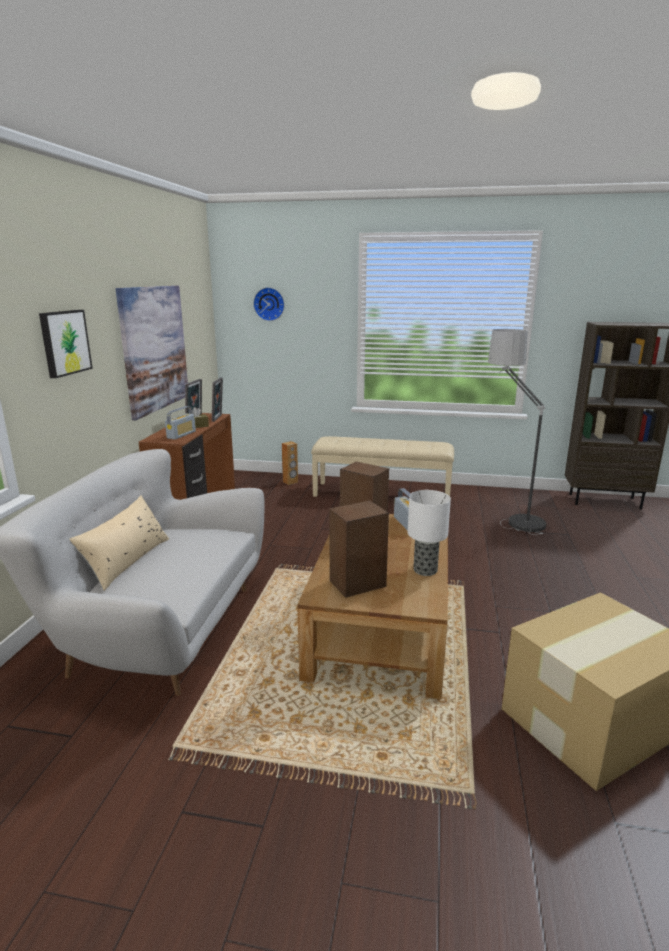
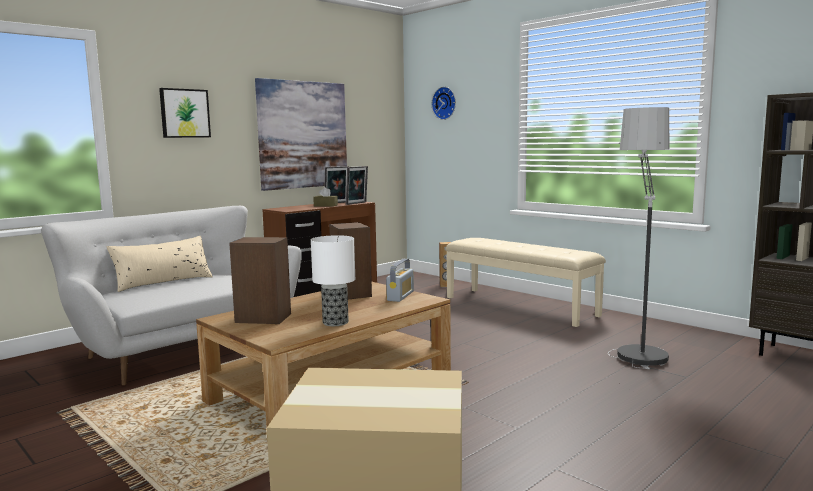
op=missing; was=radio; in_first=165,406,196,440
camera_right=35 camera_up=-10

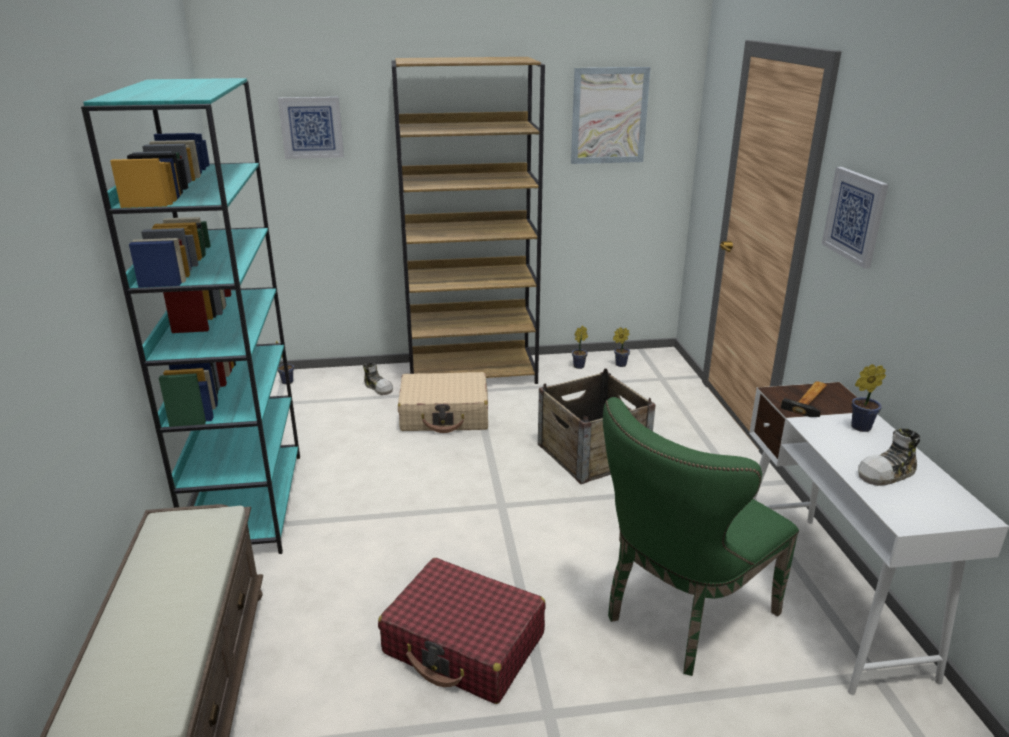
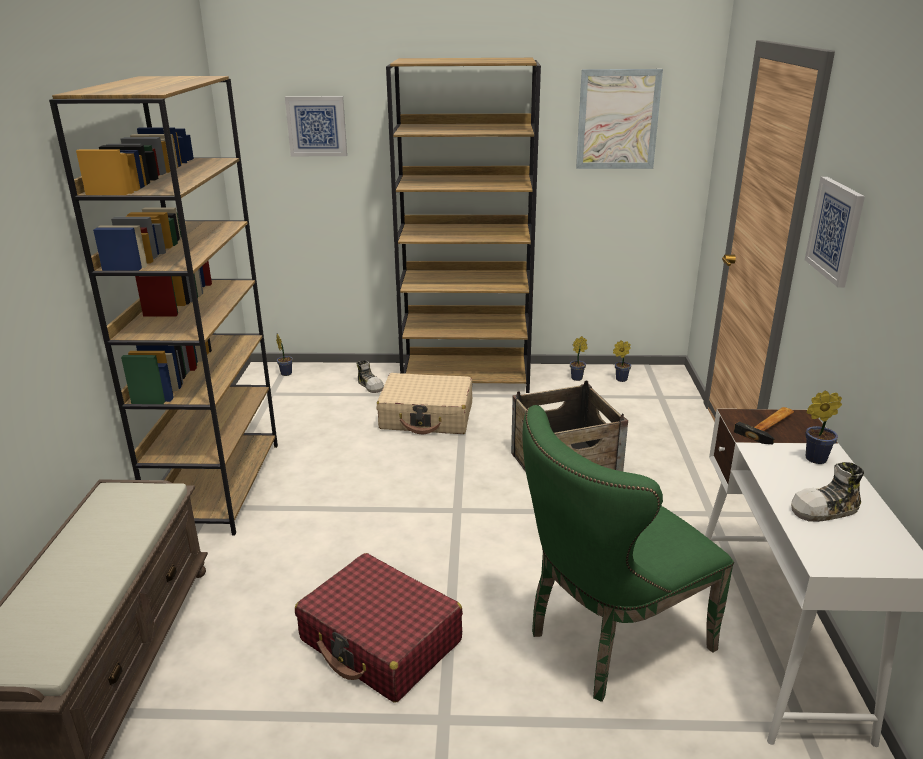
op=colour; was=bookcase in turquoise; now=bookcase in brown; in_first=81,78,300,554; in_second=49,76,278,536
camera_right=10 camera_up=0

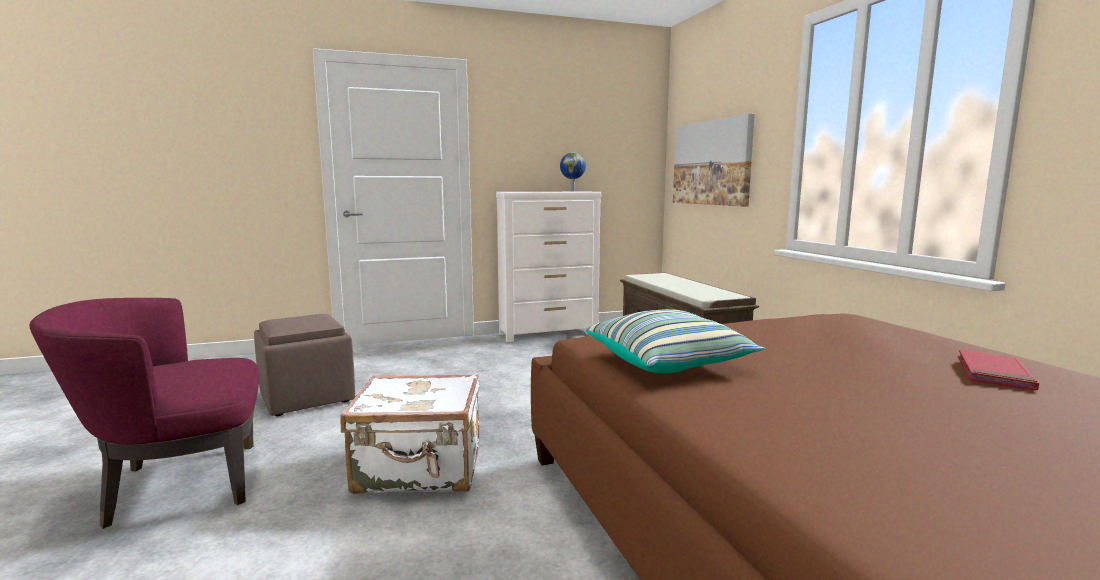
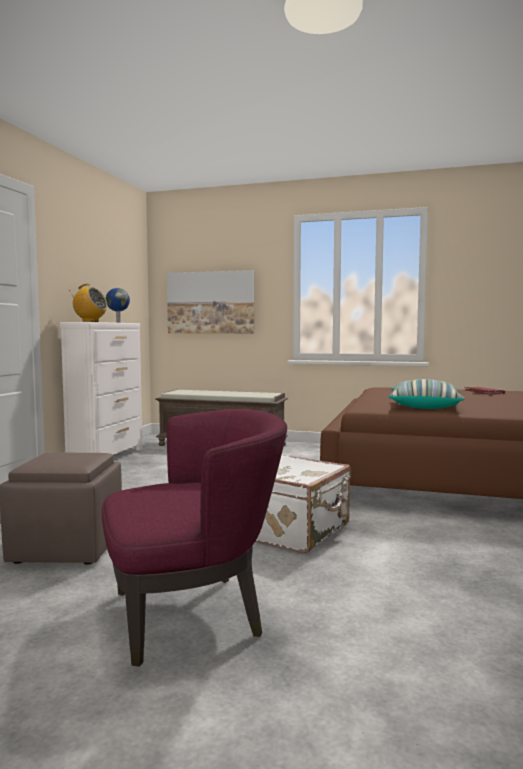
op=spun; was=armchair in purple; in_first=29,298,259,529; in_second=102,409,287,667; clockwise=-120
op=appeared; now=radio; in_second=69,284,107,322
camera_right=-55 camera_up=-5

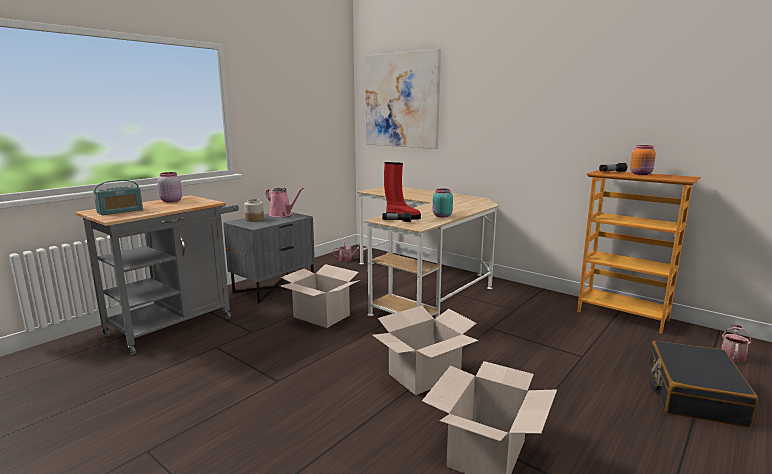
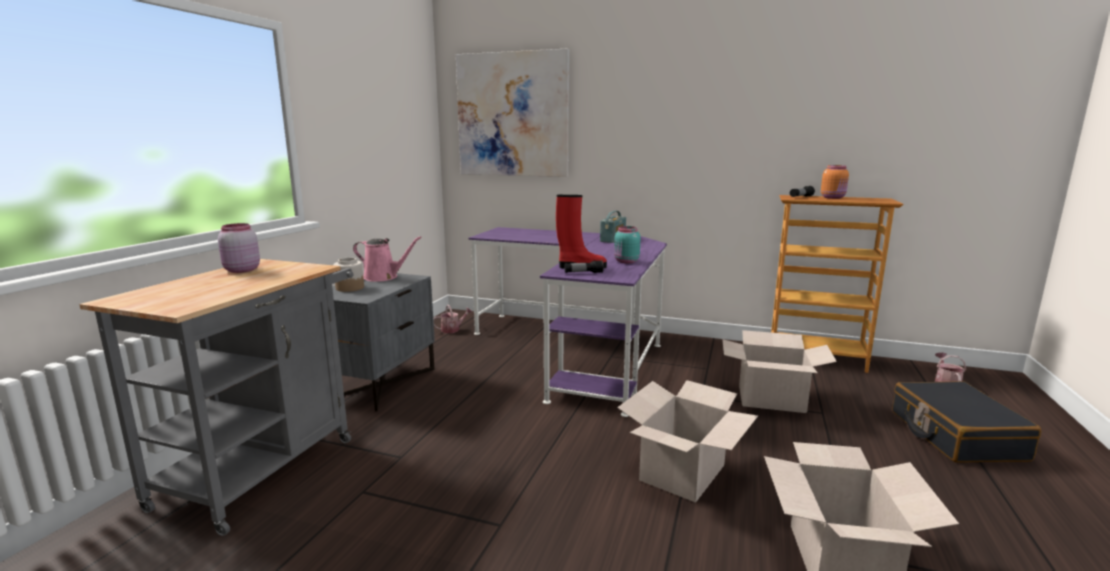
op=relocated; was=radio; in_first=93,180,143,215; in_second=600,211,626,243
op=colour; was=desk in beige; now=desk in purple; in_first=357,187,499,318; in_second=469,227,667,417
op=relocated; was=cardboard box; in_first=280,264,361,328; in_second=722,330,837,413
camera_right=-20 camera_up=0

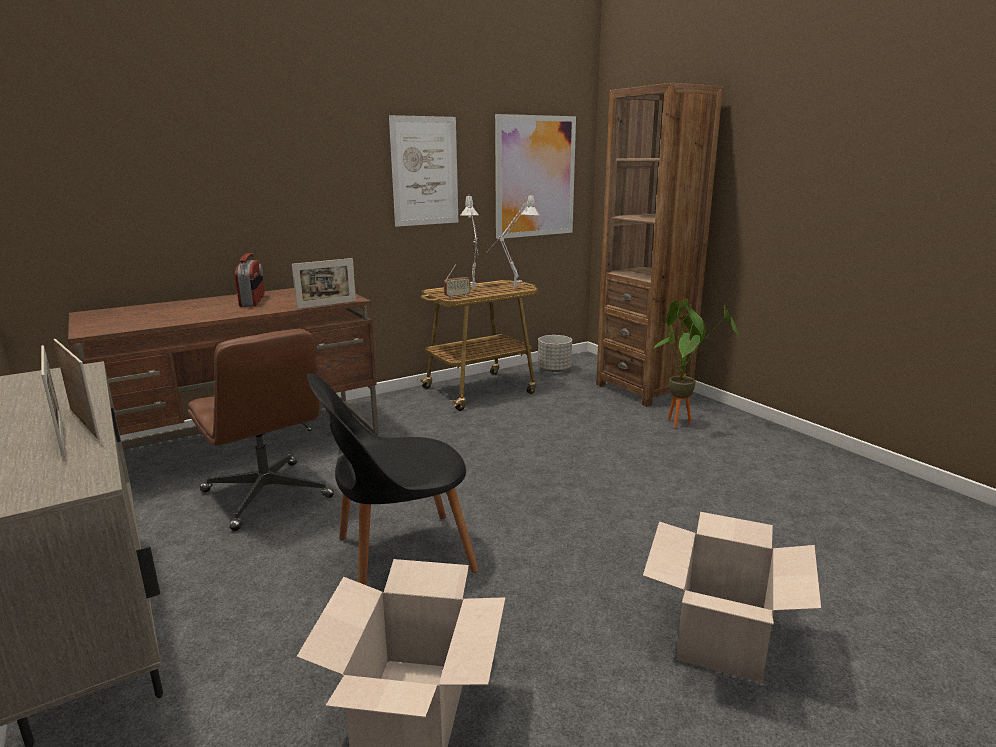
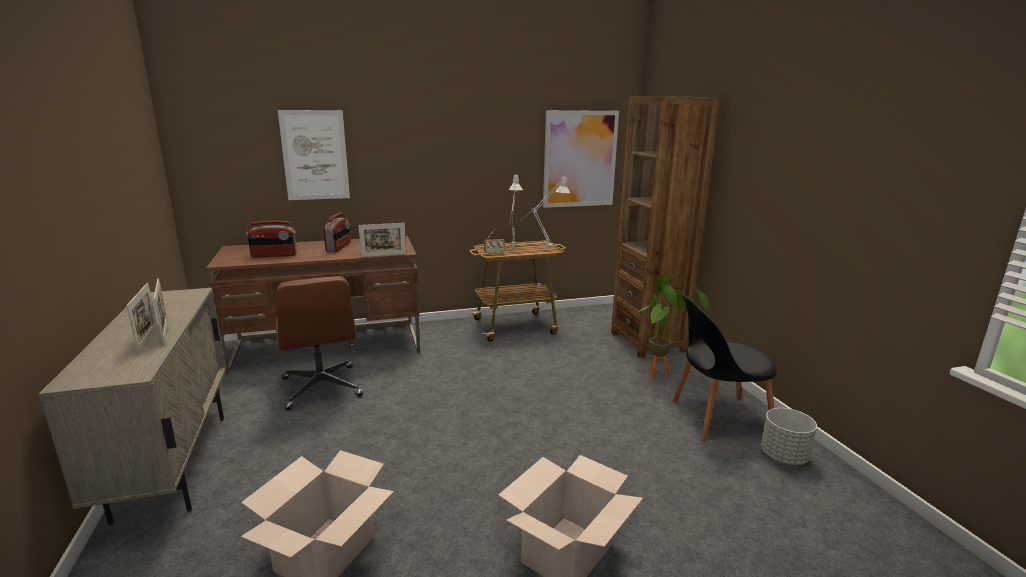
op=relocated; was=picture; in_first=389,115,458,227; in_second=278,110,350,200
op=relocated; was=planter in grey; in_first=538,335,572,372; in_second=761,408,817,465
op=relocated; was=chair in black; in_first=307,373,479,585; in_second=673,295,777,441
op=appeared; now=radio; in_second=246,221,297,258
camera_right=15 camera_up=0

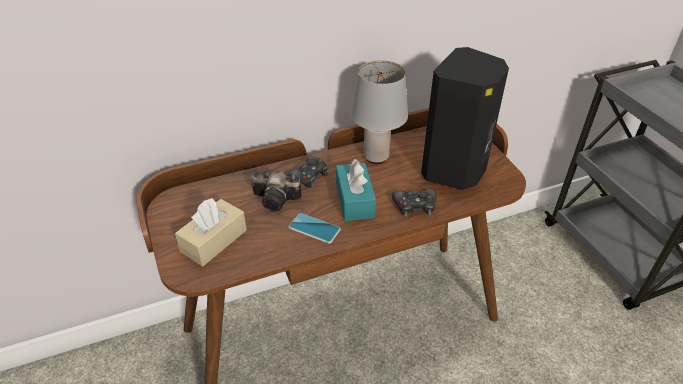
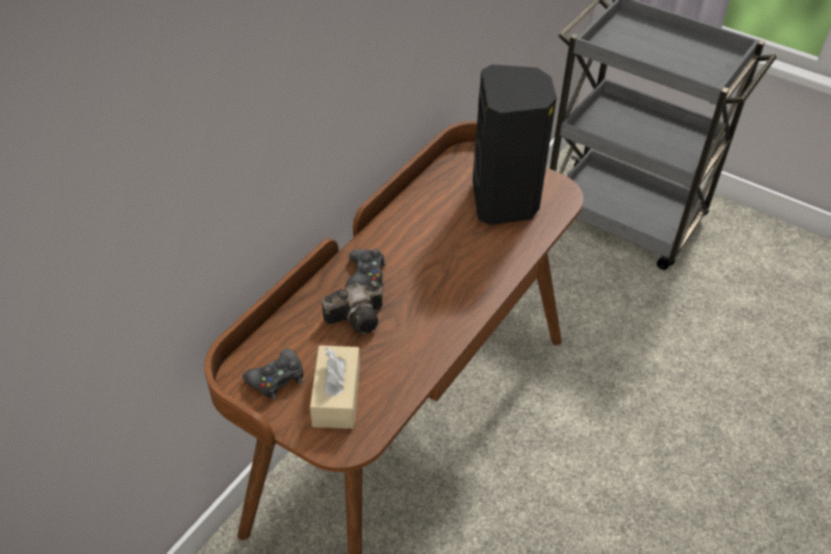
op=missing; was=table lamp in grey; in_first=351,60,408,164
op=missing; was=tissue box in turquoise; in_first=336,159,376,221
op=relocated; was=game controller in black; in_first=392,189,436,217; in_second=242,348,303,400
op=missing; was=phone; in_first=288,213,341,244
camera_right=-35 camera_up=5

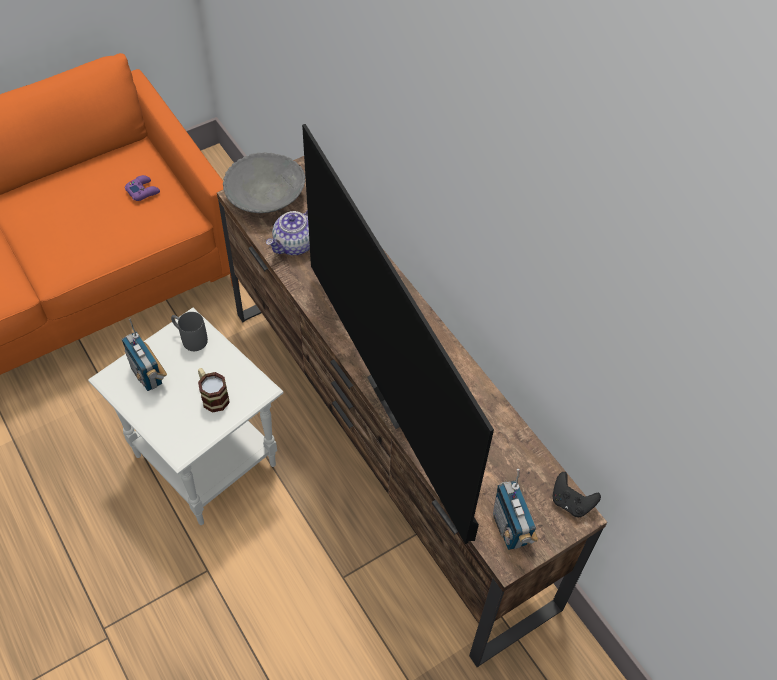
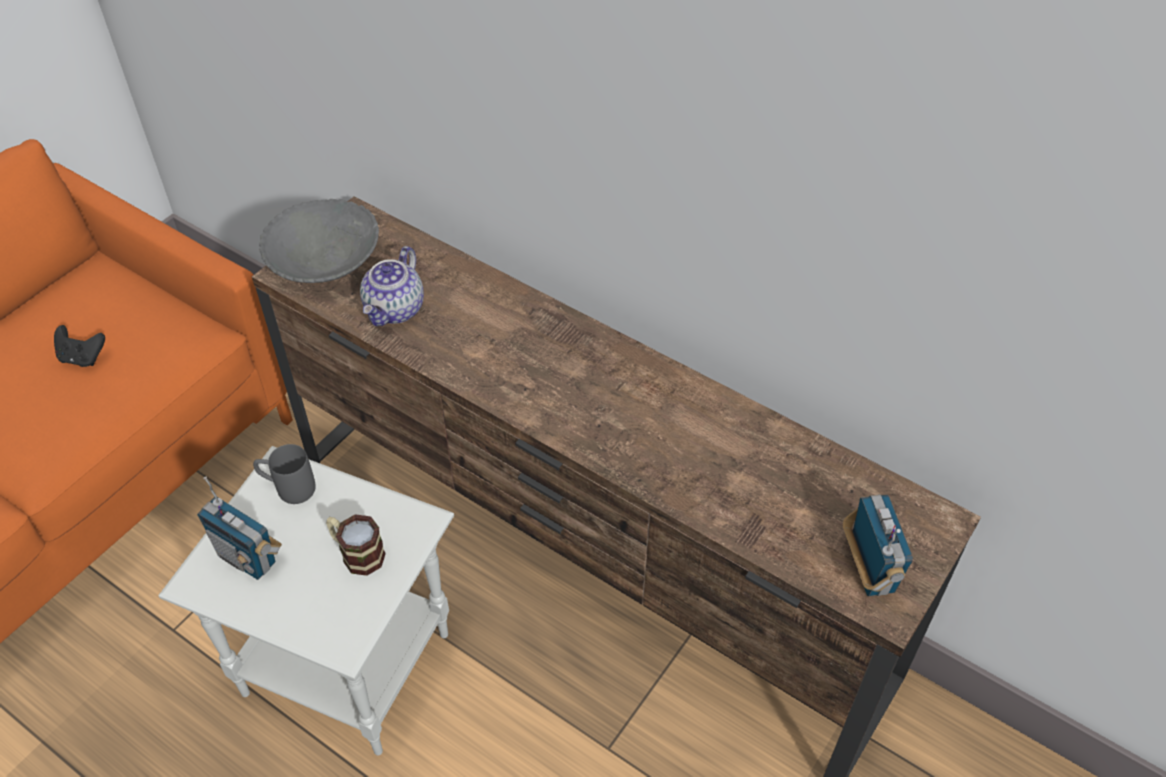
op=missing; was=television; in_first=302,124,494,544
op=missing; was=game controller in purple; in_first=125,175,160,201
op=spun; was=radio; in_first=493,469,538,550; in_second=843,495,913,596; clockwise=-150
op=relocated; was=game controller in black; in_first=552,472,601,517; in_second=54,325,105,367
camera_right=-20 camera_up=-5

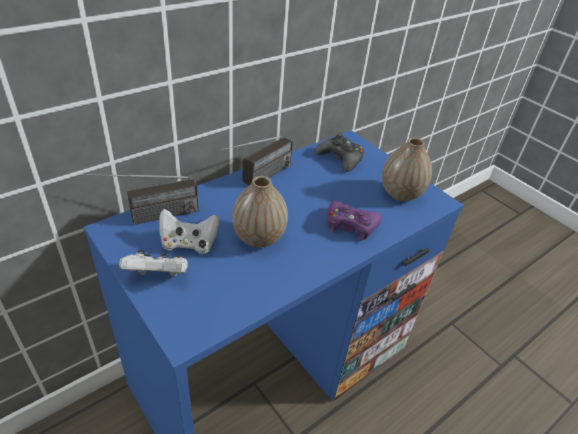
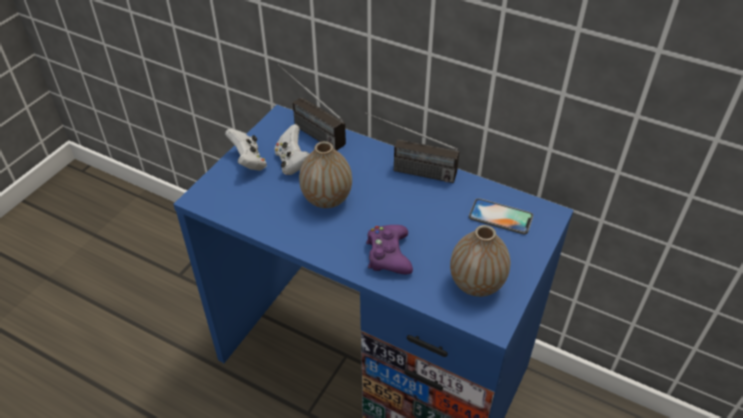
op=exchanged; was=game controller in black; now=phone; in_first=315,133,364,172; in_second=469,198,533,234
camera_right=70 camera_up=5

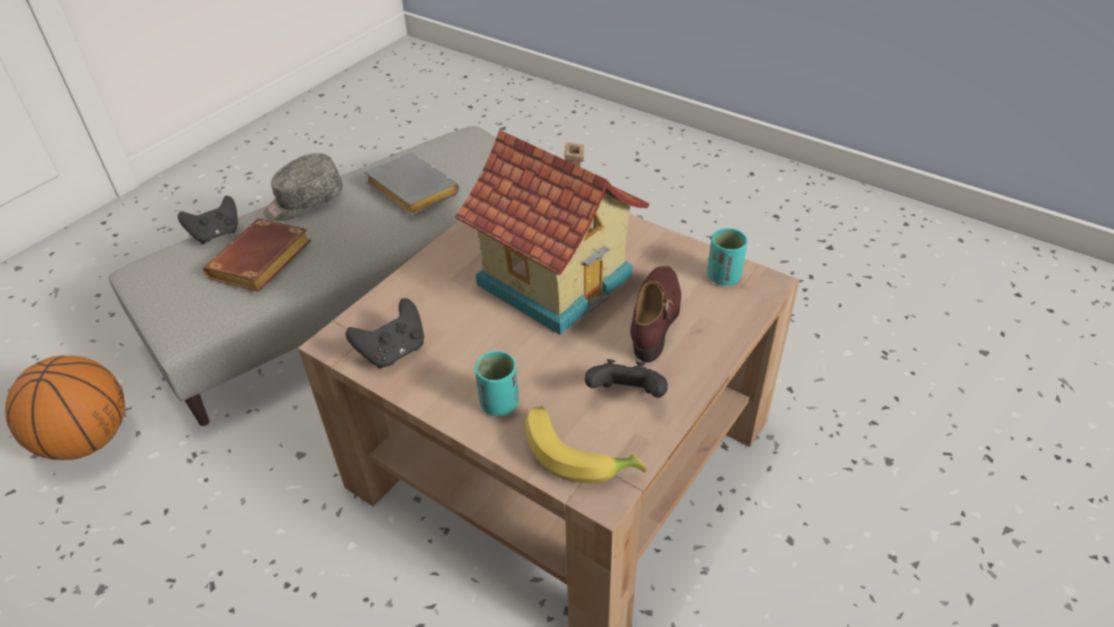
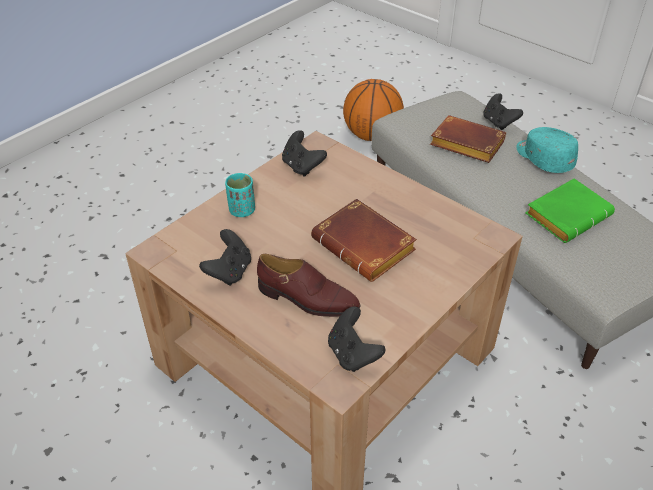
op=exchanged; was=toy house; now=book in brown; in_first=455,130,649,335; in_second=311,199,417,282
op=colour; was=cap in grey; now=cap in turquoise; in_first=264,153,343,221; in_second=516,127,578,173
op=colour; was=book in grey; now=book in green; in_first=364,153,459,216; in_second=525,178,615,243
op=exchanged; was=cup in turquoise; now=game controller in black; in_first=707,228,748,285; in_second=328,306,386,372
op=missing; was=banana; in_first=525,406,647,483
camera_right=95 camera_up=0

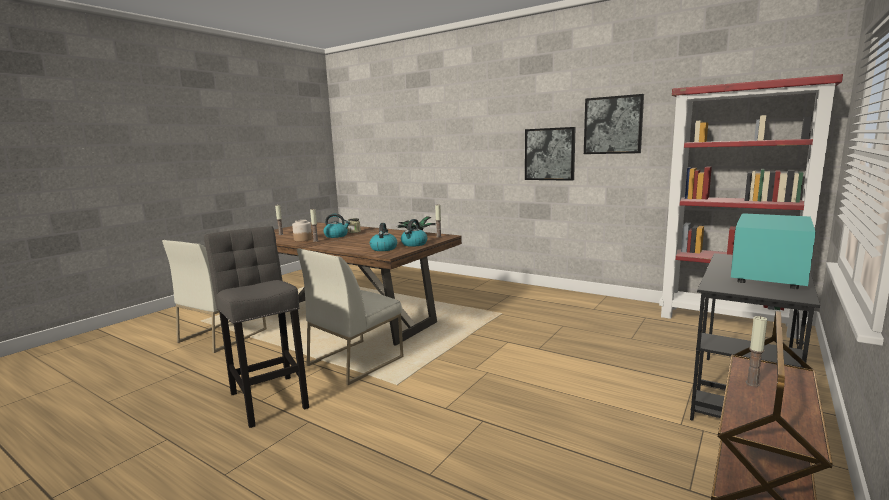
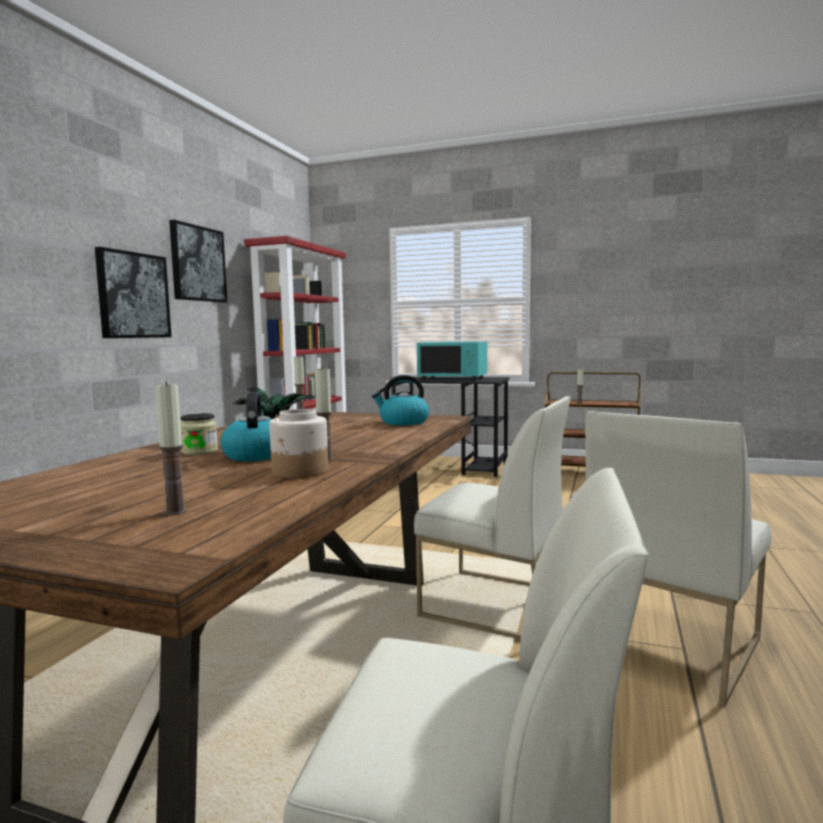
op=missing; was=kettle; in_first=401,219,427,247
op=exchanged; was=stool in grey; now=chair in white; in_first=204,226,309,428; in_second=585,411,771,707
camera_right=-105 camera_up=-5

